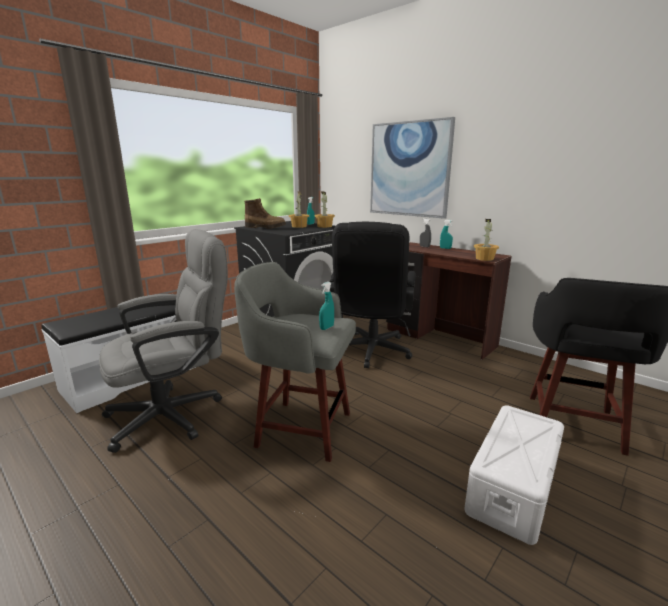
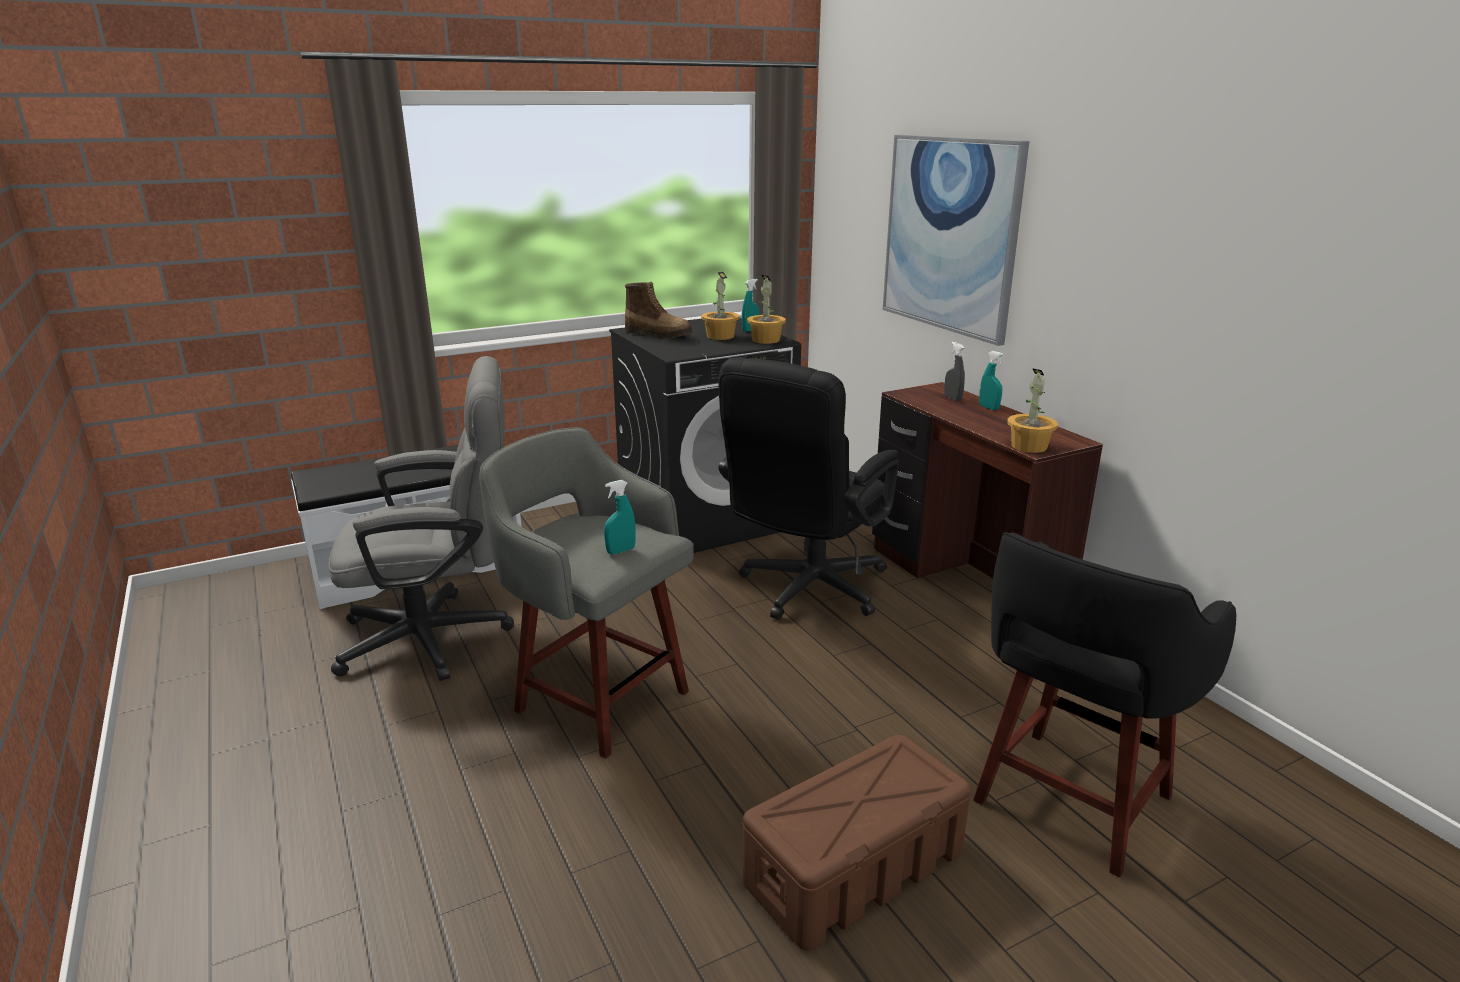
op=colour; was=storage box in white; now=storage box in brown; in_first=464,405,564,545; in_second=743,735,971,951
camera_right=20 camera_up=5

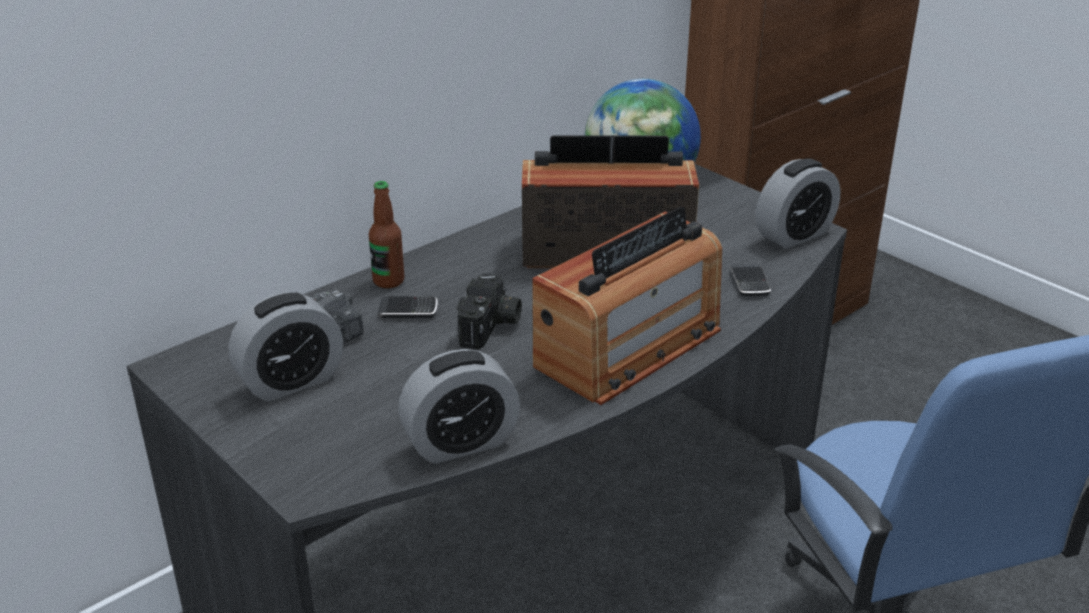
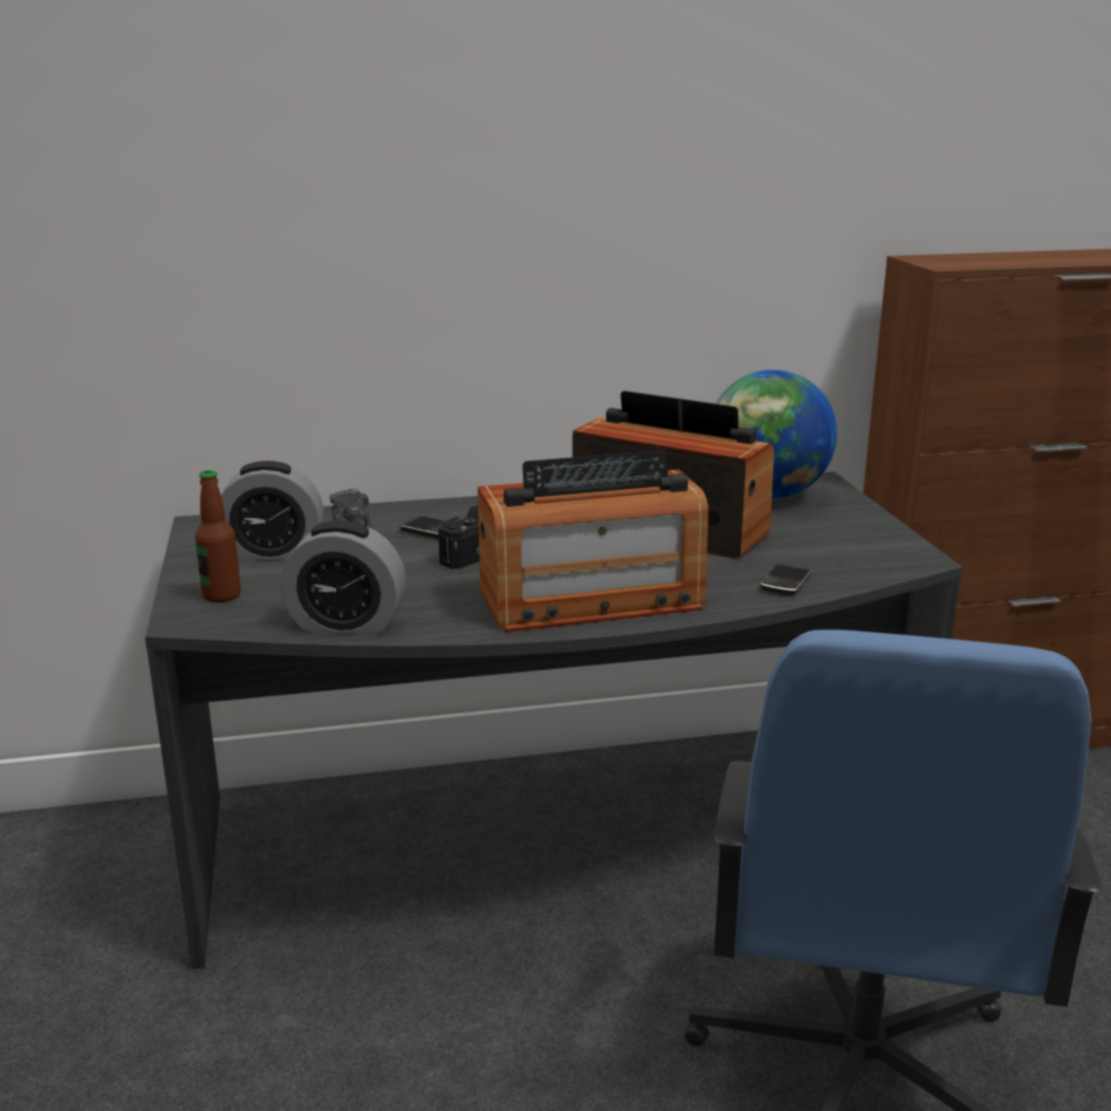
op=missing; was=alarm clock; in_first=756,158,841,249
op=relocated; was=bottle; in_first=369,181,404,288; in_second=195,470,241,603
camera_right=30 camera_up=-10

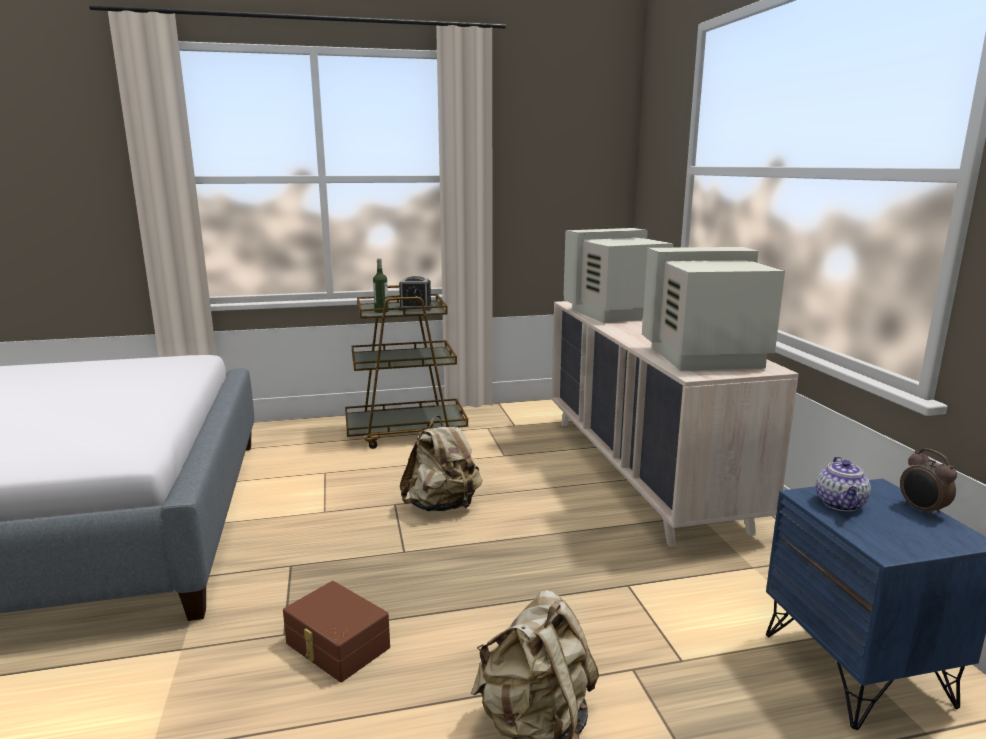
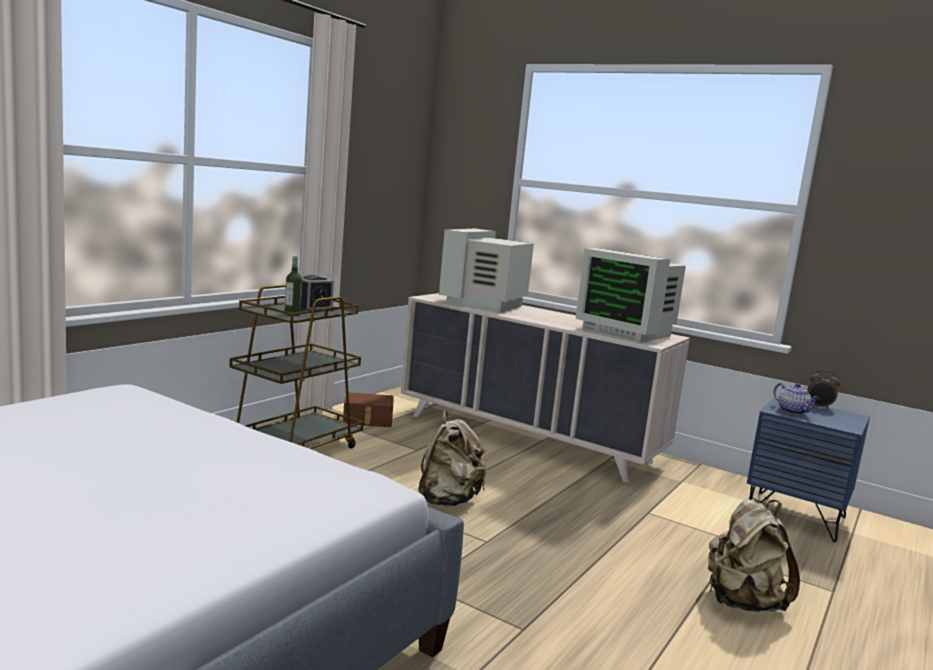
op=spun; was=monitor; in_first=642,247,785,371; in_second=576,248,686,343; clockwise=-90
op=relocated; was=storage box in brown; in_first=283,581,390,682; in_second=343,392,394,427
camera_right=-45 camera_up=-5

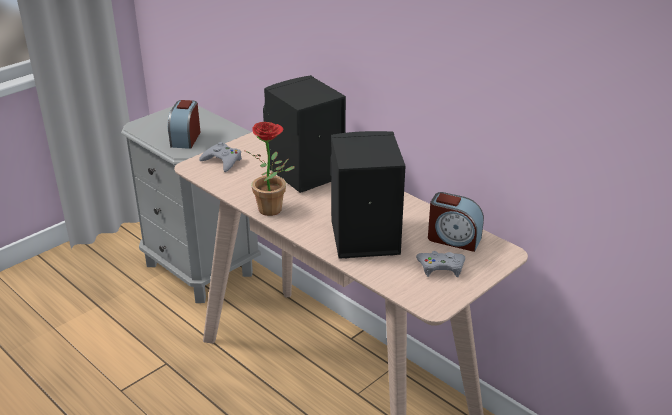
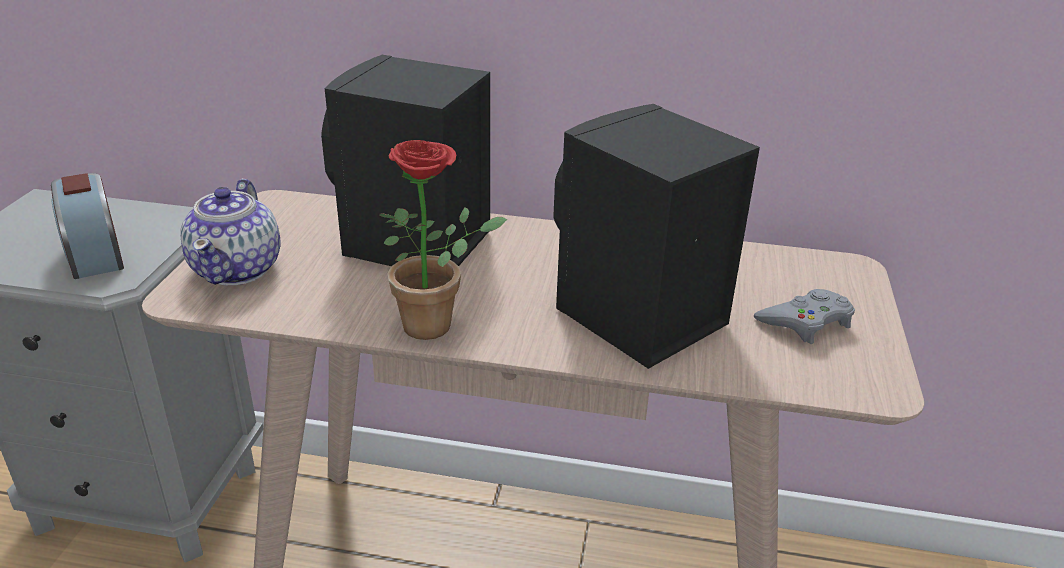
op=exchanged; was=game controller in grey; now=teapot; in_first=199,142,242,172; in_second=180,179,280,285
op=missing; was=alarm clock; in_first=428,192,484,252
camera_right=-35 camera_up=0

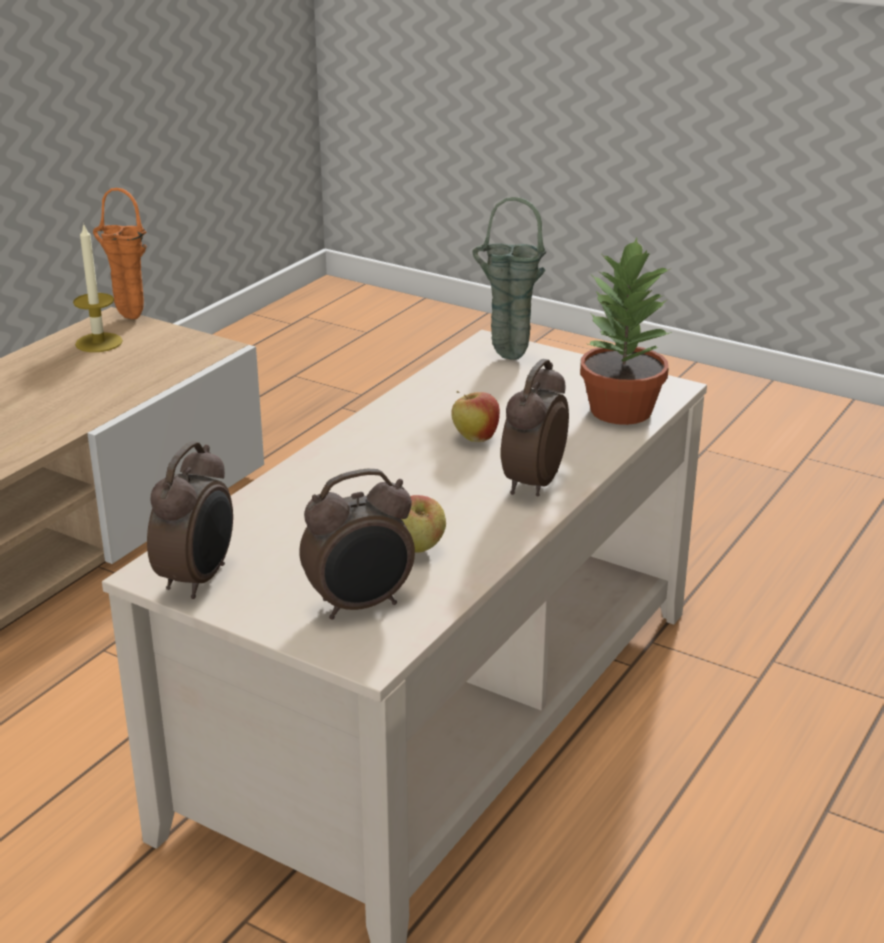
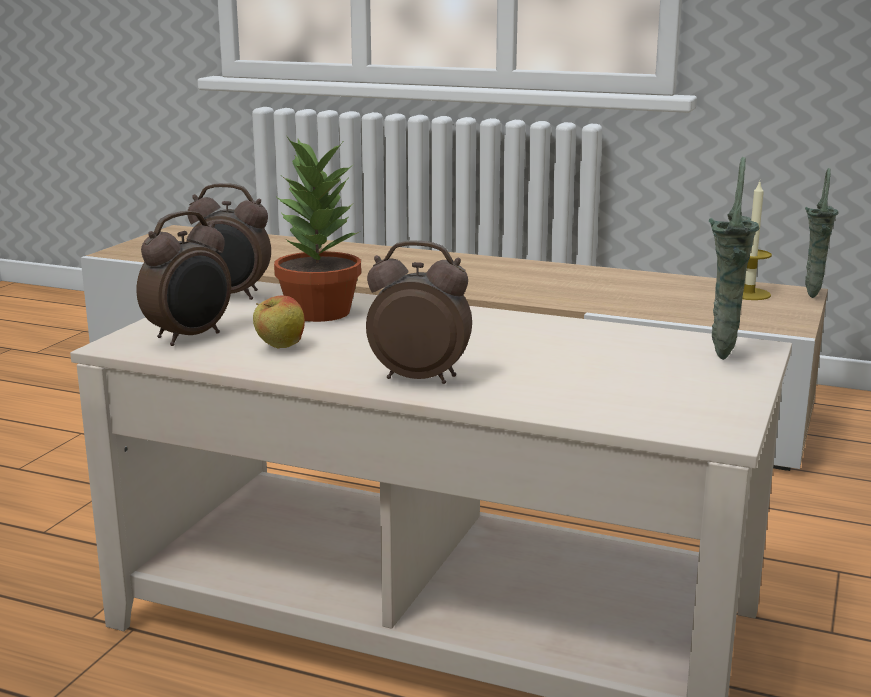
op=colour; was=vase in orange; now=vase in green; in_first=93,188,147,319; in_second=805,168,839,298
op=relocated; was=potted plant; in_first=580,238,672,425; in_second=274,137,361,322
op=missing; was=apple; in_first=451,391,500,442
op=spun; was=alarm clock; in_first=299,469,415,620; in_second=136,211,231,346; clockwise=-105
camera_right=80 camera_up=-10

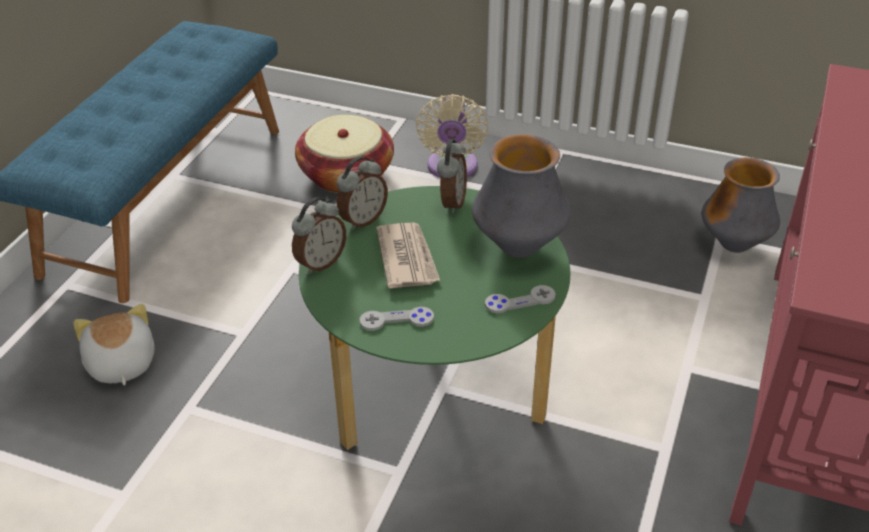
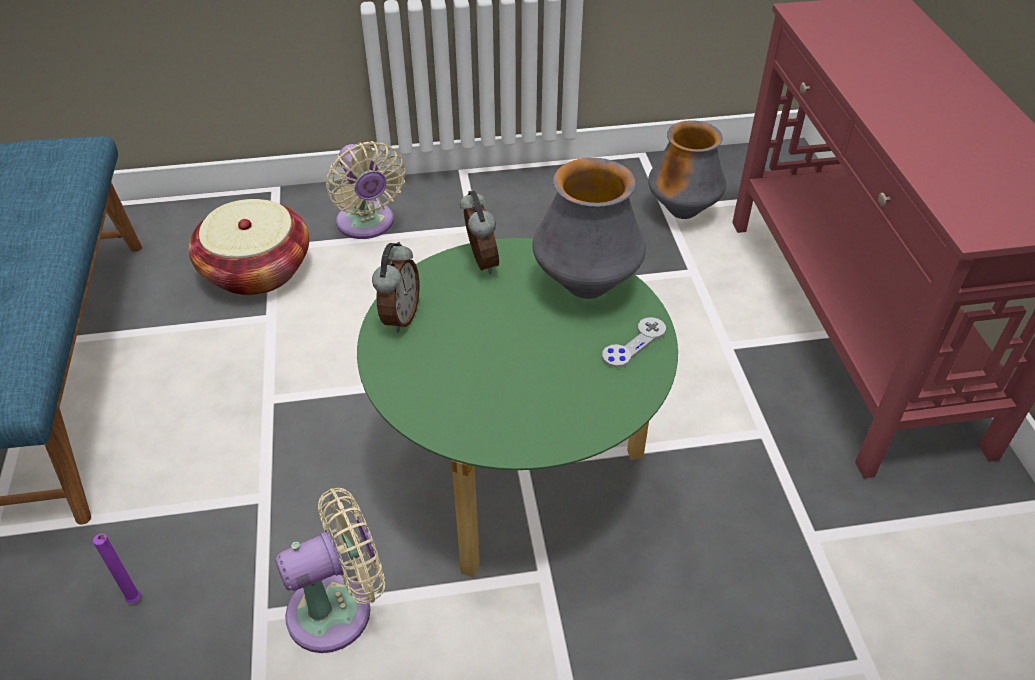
op=missing; was=alarm clock; in_first=292,197,346,274
op=missing; was=newspaper; in_first=376,222,440,288
op=exchanged; was=plush toy; now=candle in purple; in_first=73,304,155,386; in_second=93,533,141,603
op=missing; was=game controller in grey; in_first=360,307,434,331
op=appeared; now=fan in beige; in_second=275,488,385,653
camera_right=-30 camera_up=5

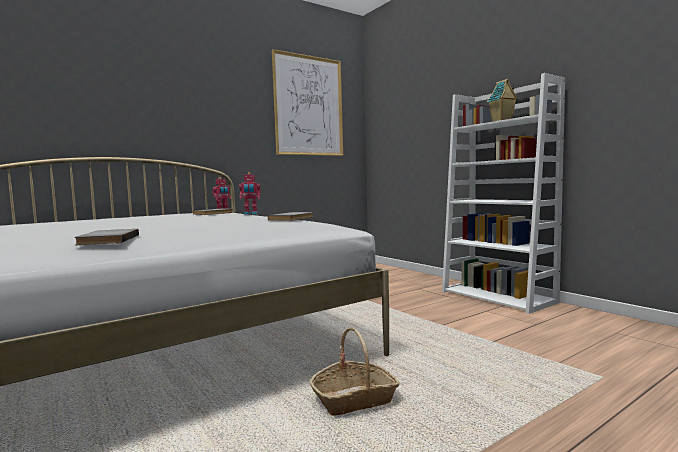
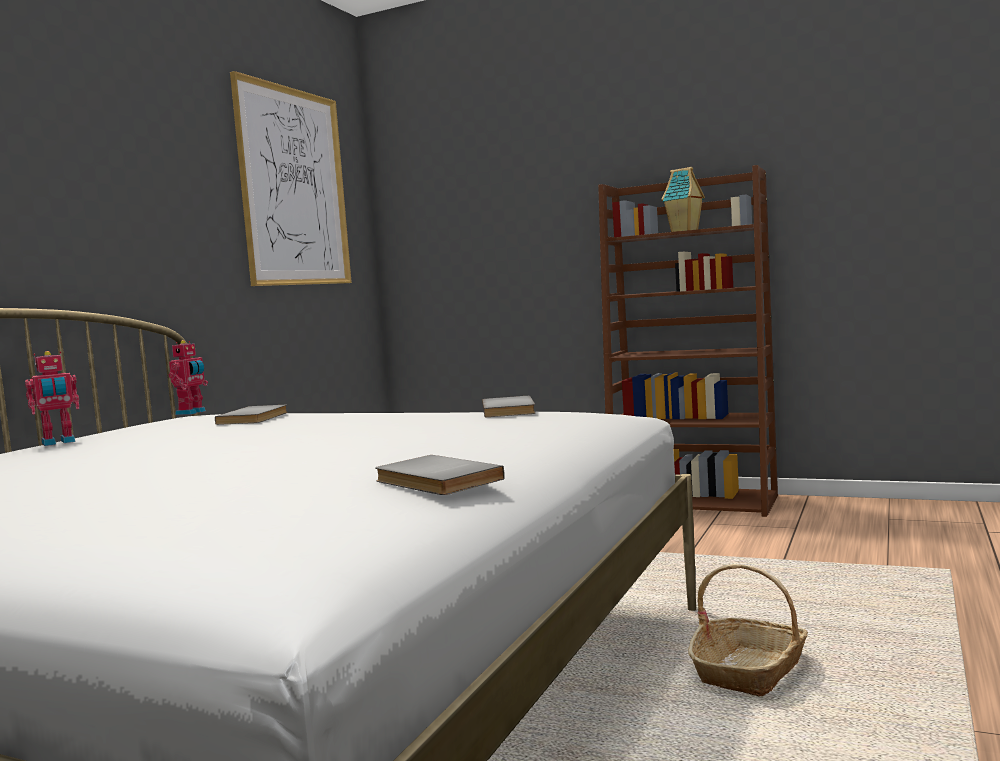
op=colour; was=bookcase in white; now=bookcase in brown; in_first=442,73,565,314; in_second=598,165,778,517
op=relocated; was=toy robot; in_first=239,172,261,215; in_second=25,351,79,446
camera_right=-30 camera_up=0

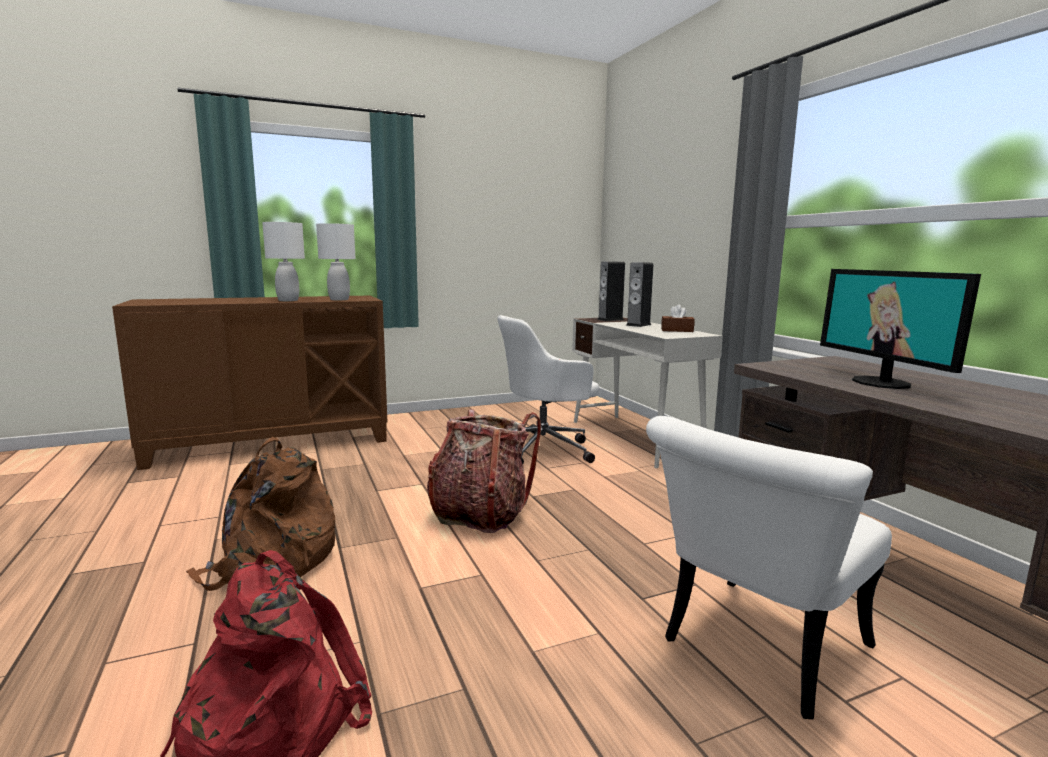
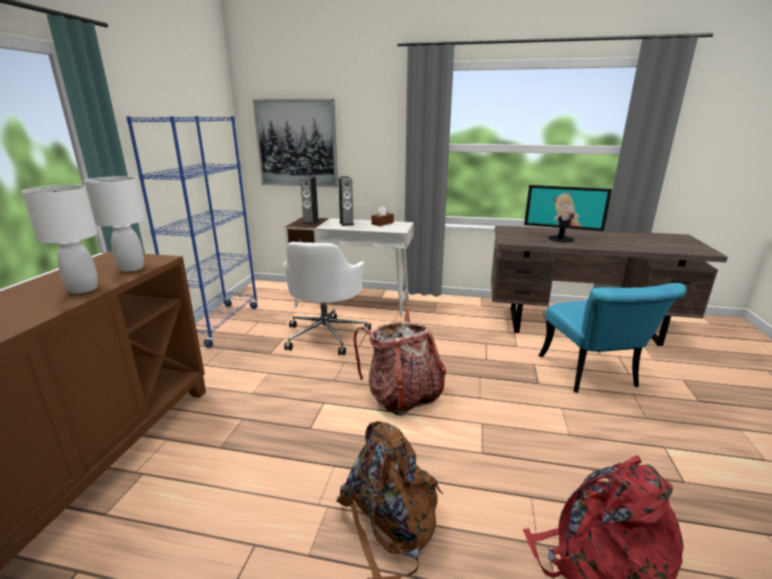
op=colour; was=chair in white; now=chair in turquoise; in_first=646,416,892,719; in_second=538,283,686,393
op=appeared; now=picture; in_second=253,99,338,187
op=appeared; now=bookcase in blue; in_second=126,116,258,347
camera_right=-55 camera_up=10

